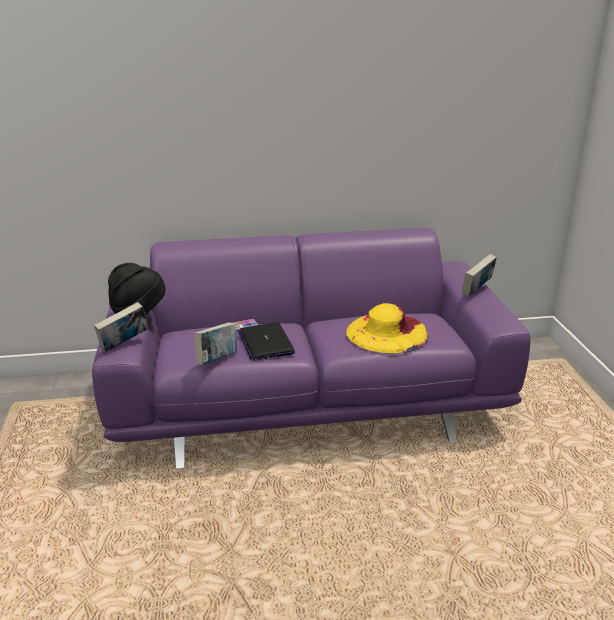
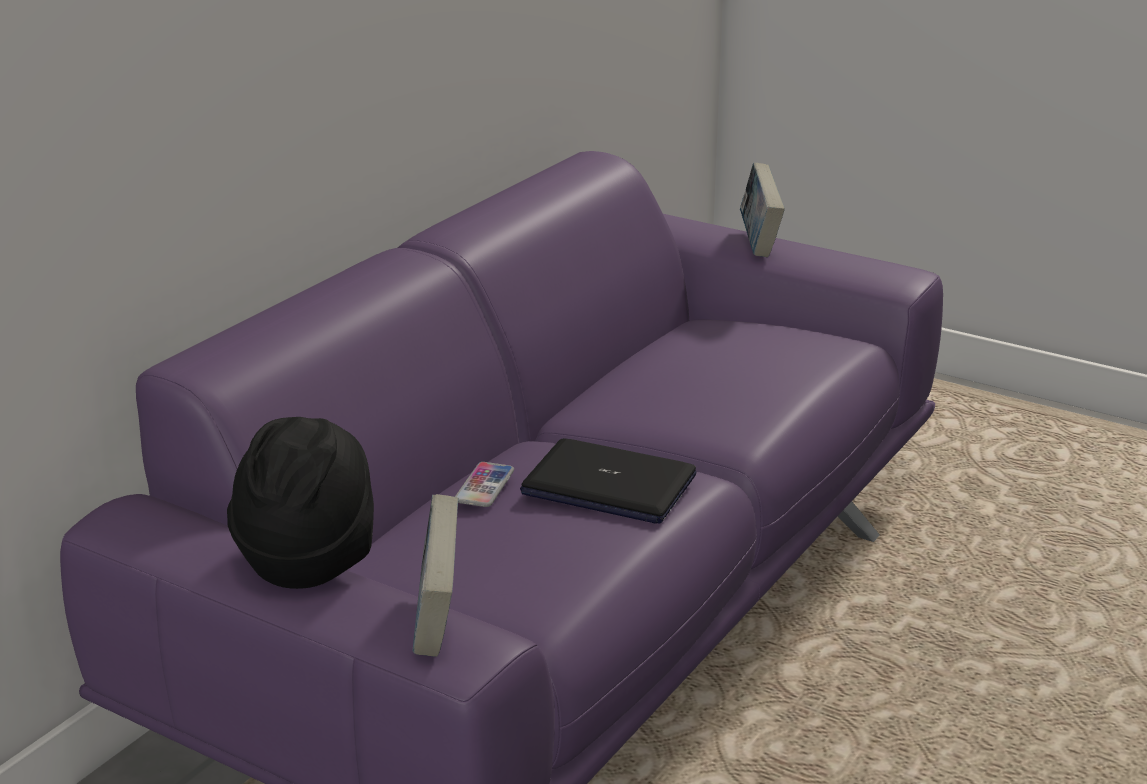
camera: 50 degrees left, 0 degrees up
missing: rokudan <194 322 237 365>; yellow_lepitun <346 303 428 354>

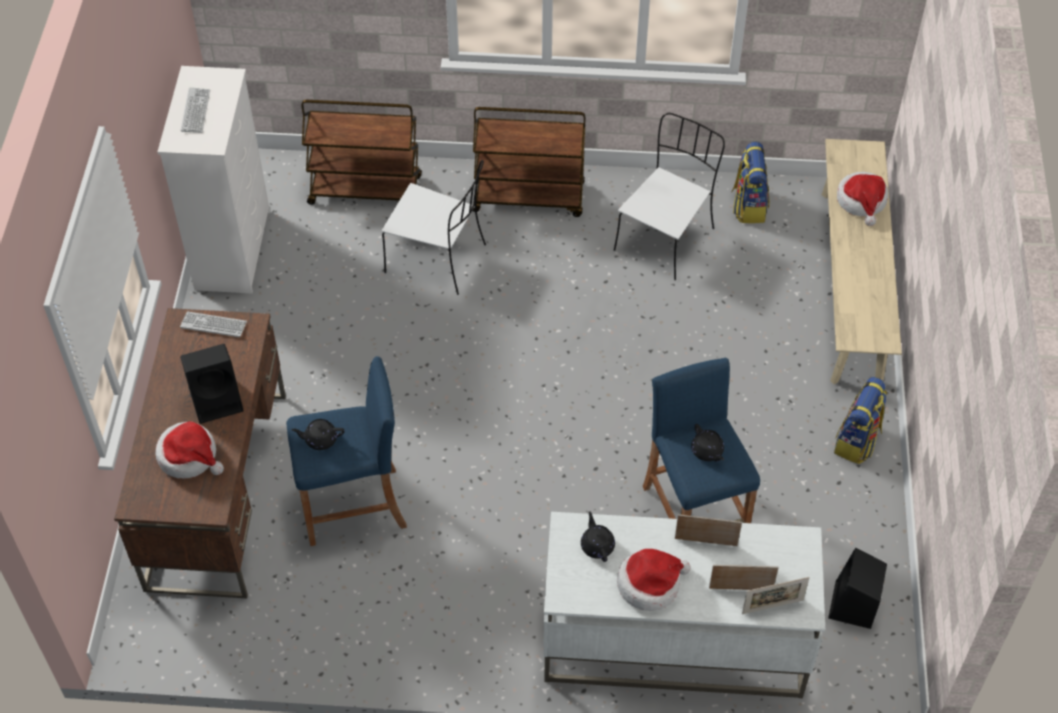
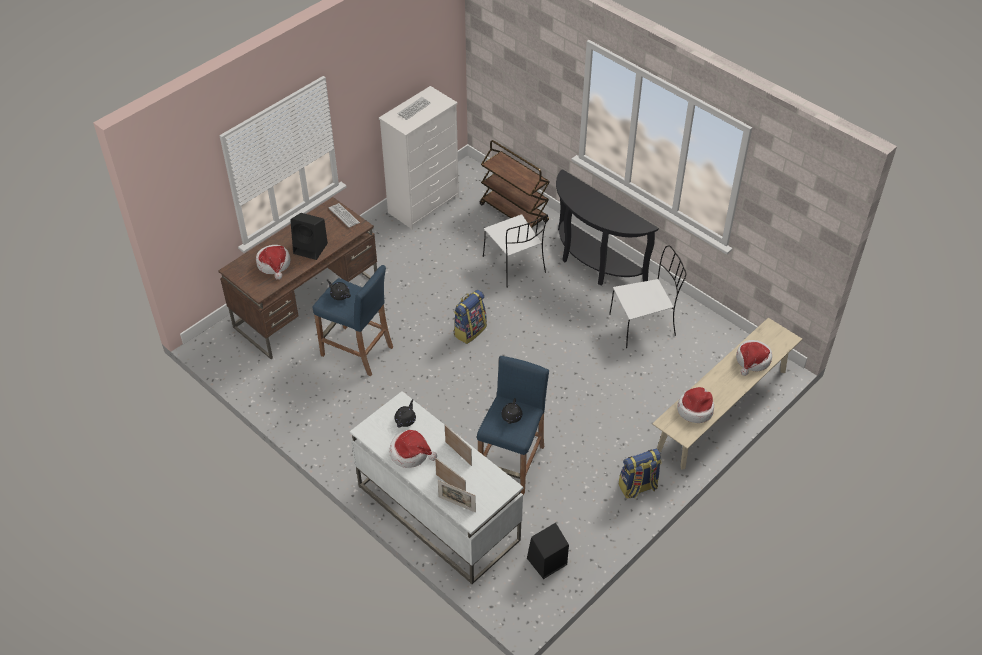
camera: 40 degrees right, 5 degrees down
appeared: lepitun <677 387 714 423>
relocated: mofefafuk <731 142 770 223> to <454 290 487 344>
exchanged: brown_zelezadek <473 107 586 217> to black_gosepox <556 169 659 285>

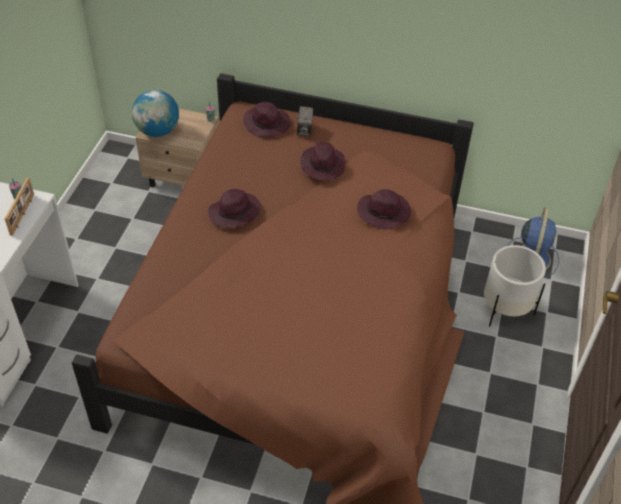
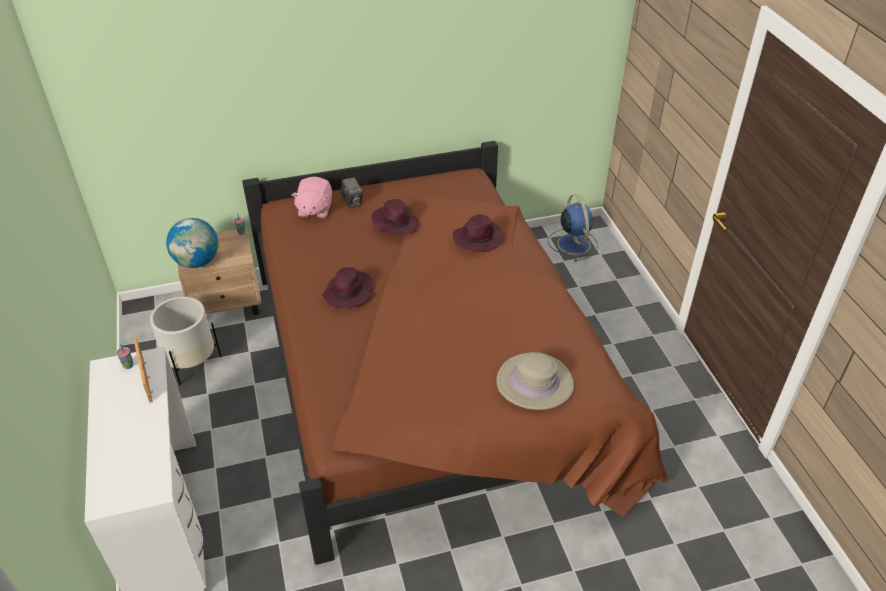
camera: 30 degrees left, 5 degrees down
appeared: beige_lepitun <496 352 574 410>
relocated: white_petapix <484 245 546 326> to <150 297 221 385>
exchanged: purple_lepitun <243 102 291 137> to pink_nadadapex <291 177 332 218>

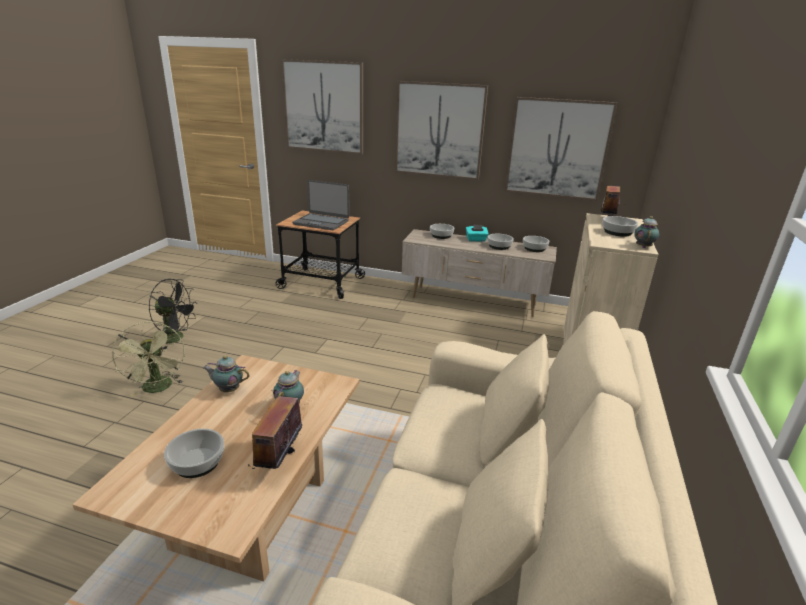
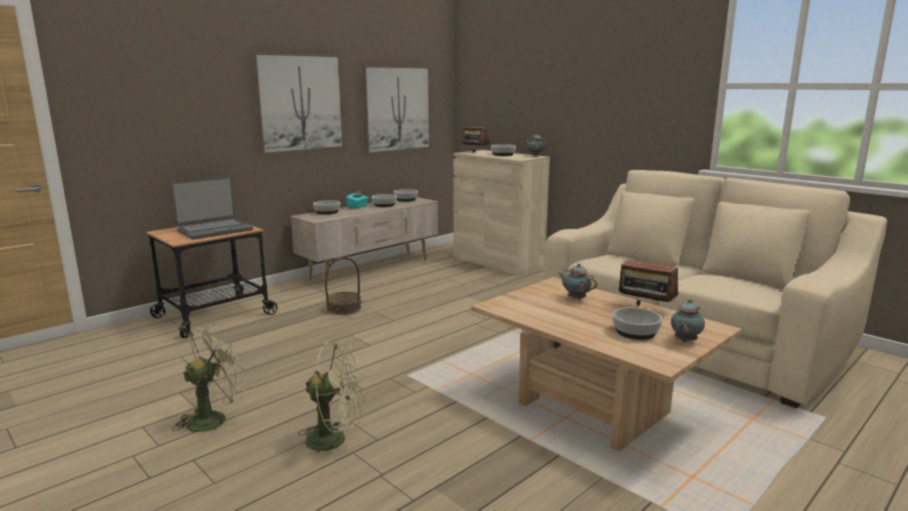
camera: 60 degrees left, 10 degrees down
missing: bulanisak <281 59 363 155>
appeared: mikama <325 257 361 315>
relocated: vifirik <203 356 250 392> to <671 299 705 342>
colour: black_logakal <149 279 198 349> to green_logakal <172 324 247 432>

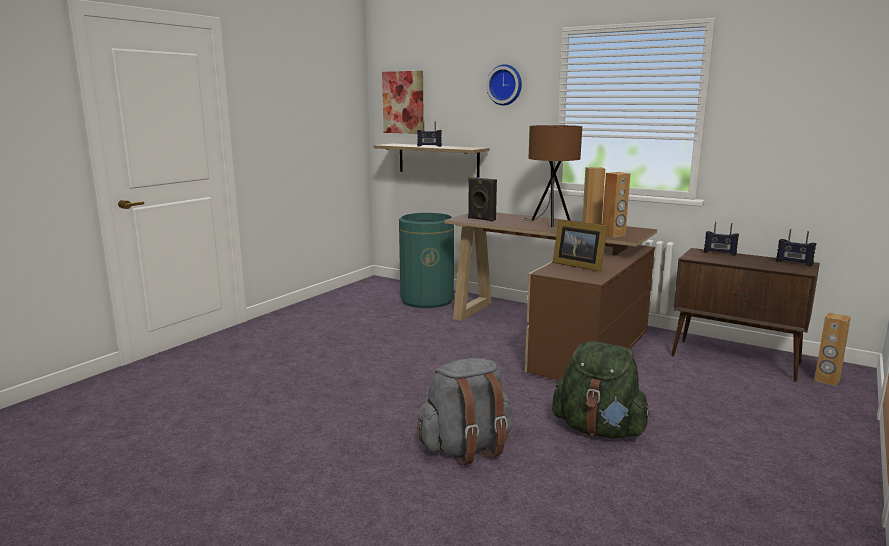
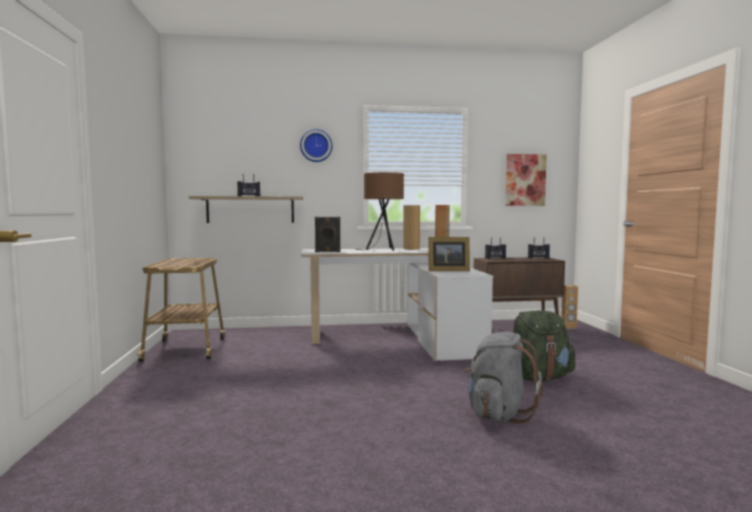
camera: 40 degrees left, 10 degrees down
missing: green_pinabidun <399 213 454 308>
appeared: zelezadek <137 258 225 362>
relocated: bulanisak <382 71 424 134> to <505 154 547 206>
colour: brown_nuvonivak <445 213 657 380> to white_nuvonivak <301 248 493 361>

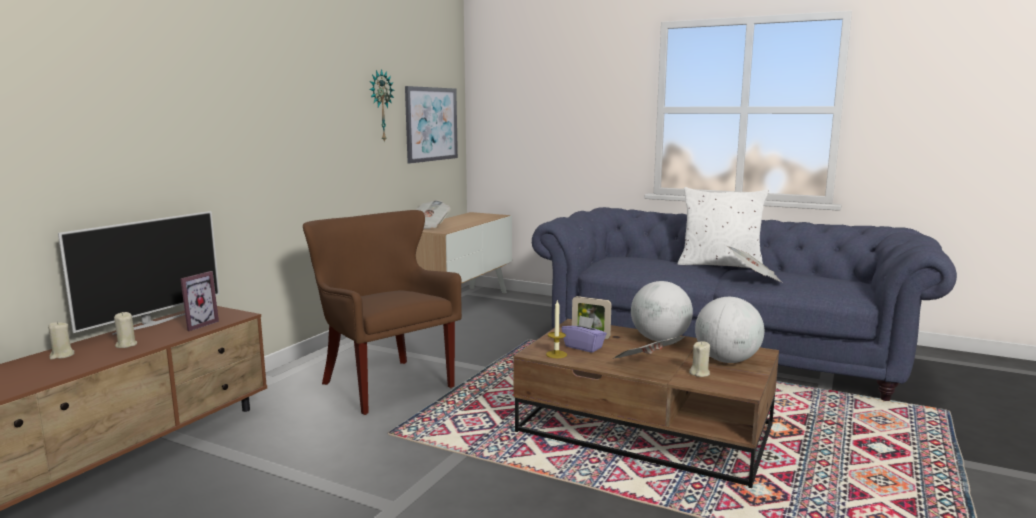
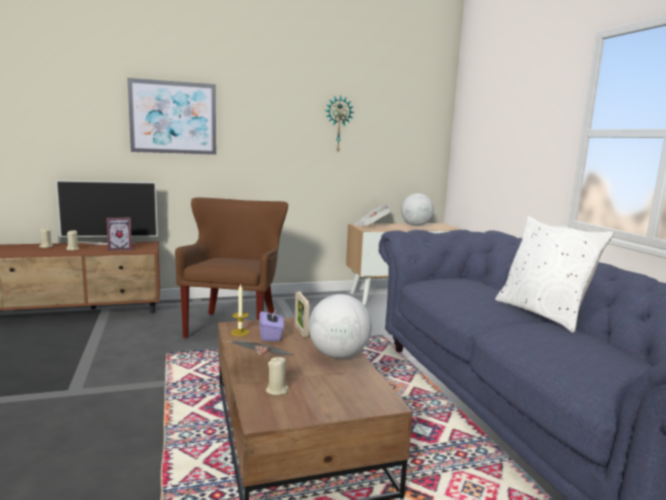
camera: 45 degrees right, 0 degrees up
missing: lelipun <727 246 782 282>
relocated: bulanisak <405 86 458 164> to <128 78 216 155>; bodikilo <695 297 764 363> to <401 194 434 226>

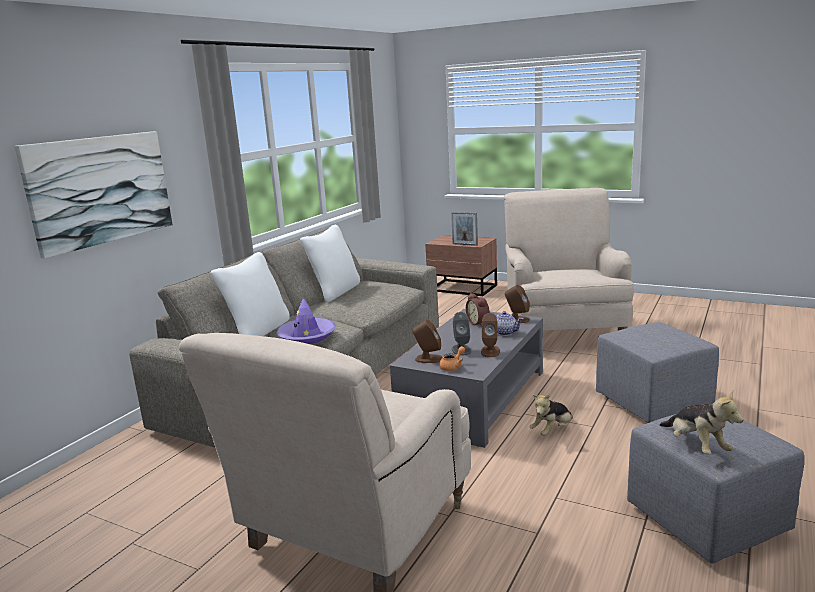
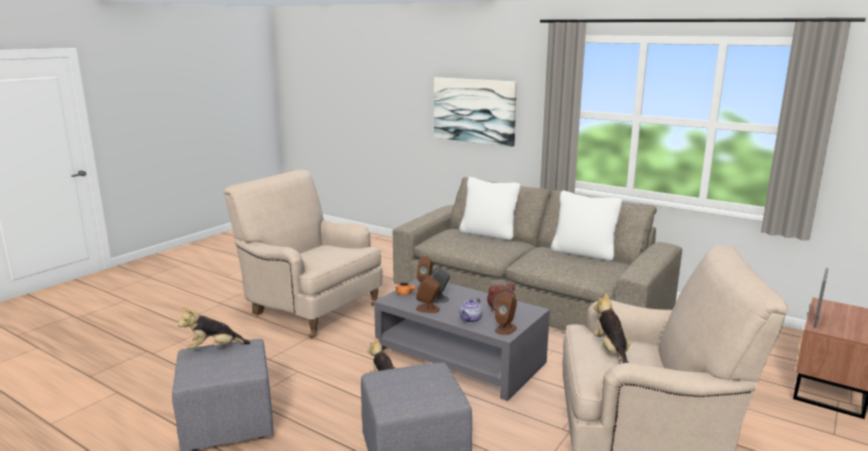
camera: 95 degrees right, 0 degrees up
missing: purple_lepitun <276 298 336 344>
appeared: nadadapex <593 293 632 363>

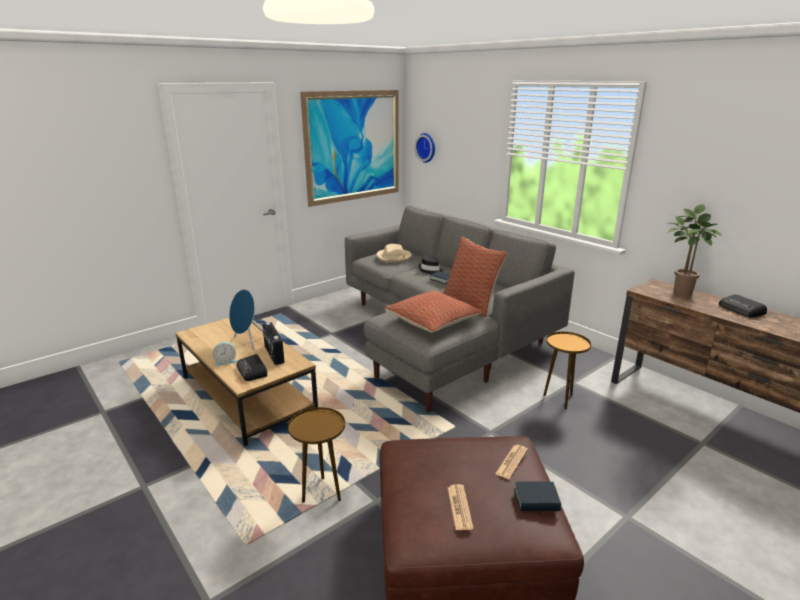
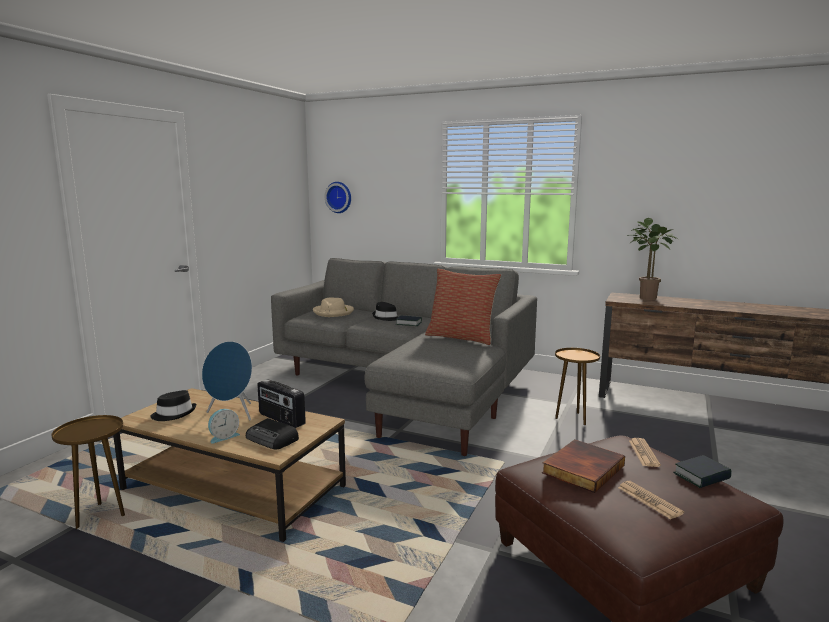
camera: 25 degrees left, 10 degrees down
missing: bulanisak <300 90 399 207>; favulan <384 291 483 332>; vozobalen <719 294 767 318>
appeared: black_lepitun <151 390 196 421>; rokudan <542 439 625 493>
relocated: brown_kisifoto <288 407 345 503> to <52 415 125 530>

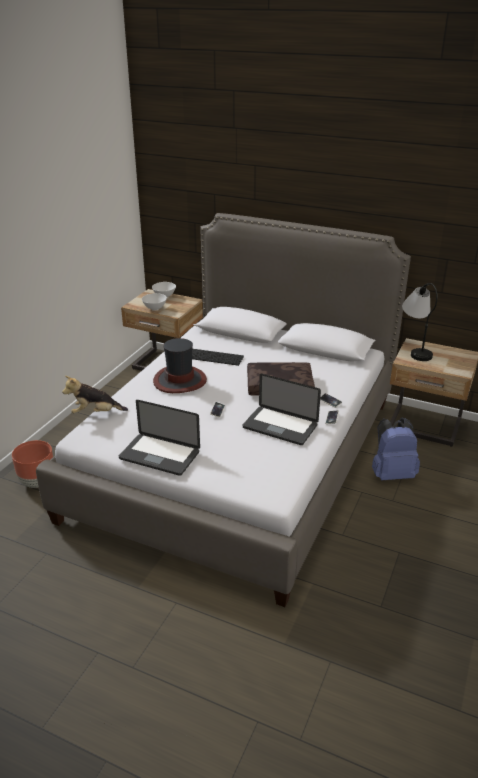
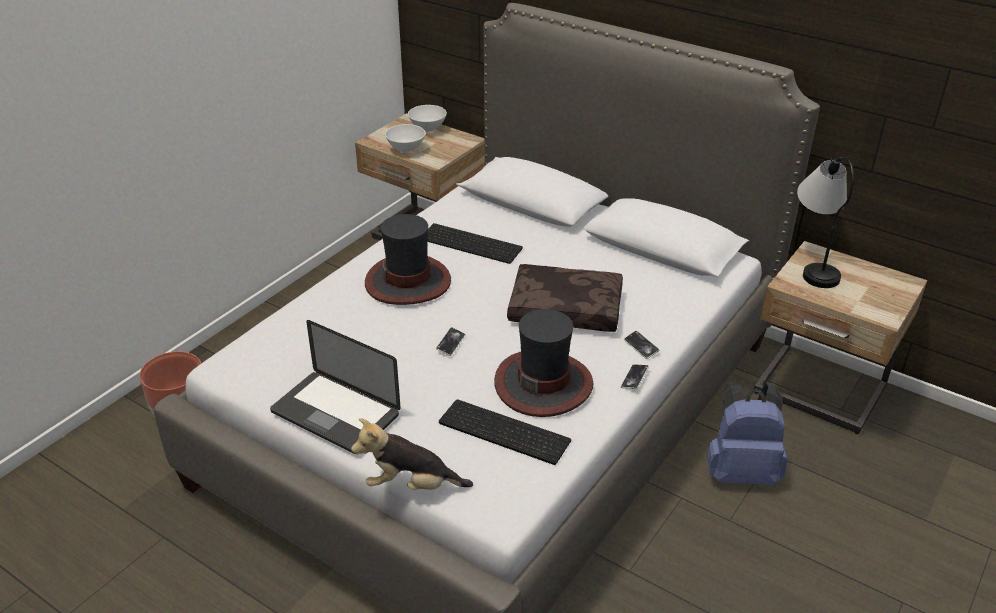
camera: 10 degrees right, 5 degrees up
appeared: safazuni <439 399 571 465>
relocated: nadadapex <62 376 128 413> to <351 418 473 490>
exchanged: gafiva <242 374 321 445> to lepitun <494 309 594 417>

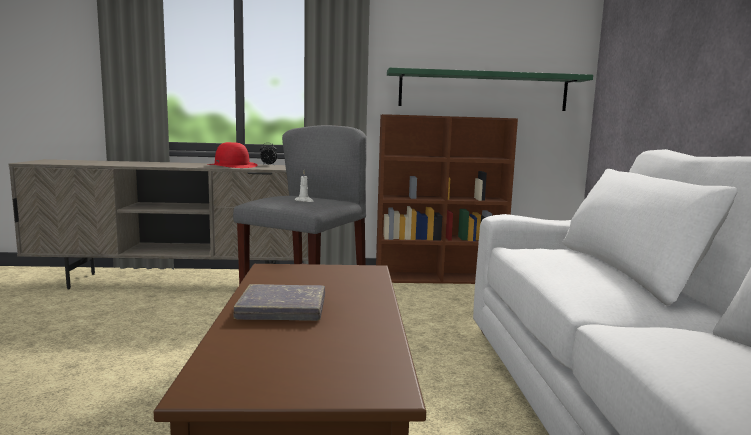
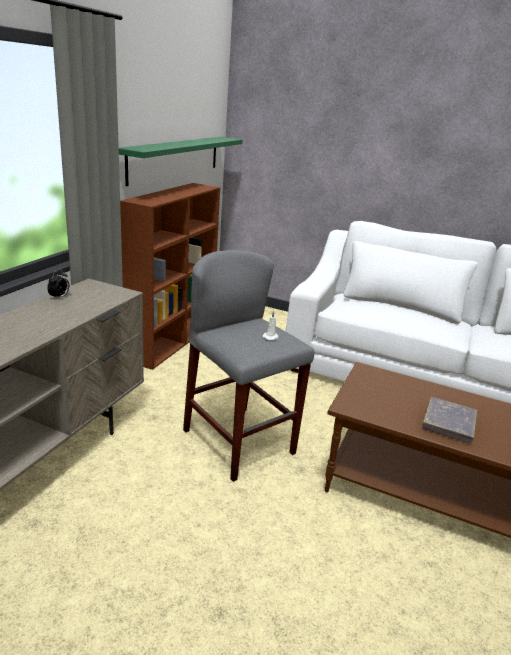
camera: 65 degrees left, 15 degrees up
missing: red_lepitun <208 142 257 168>

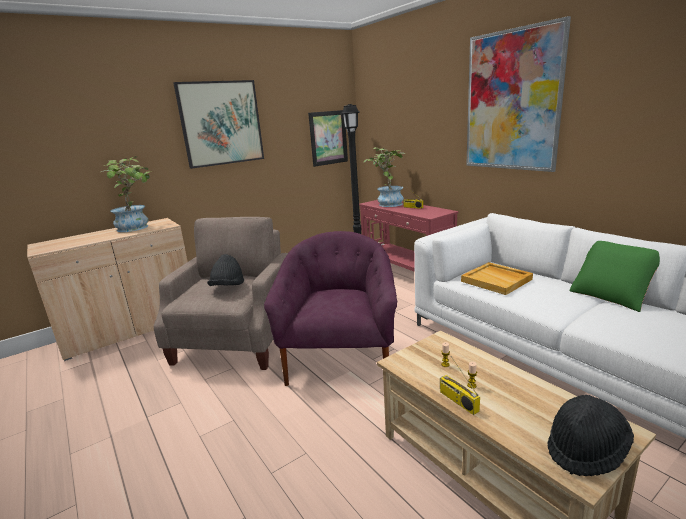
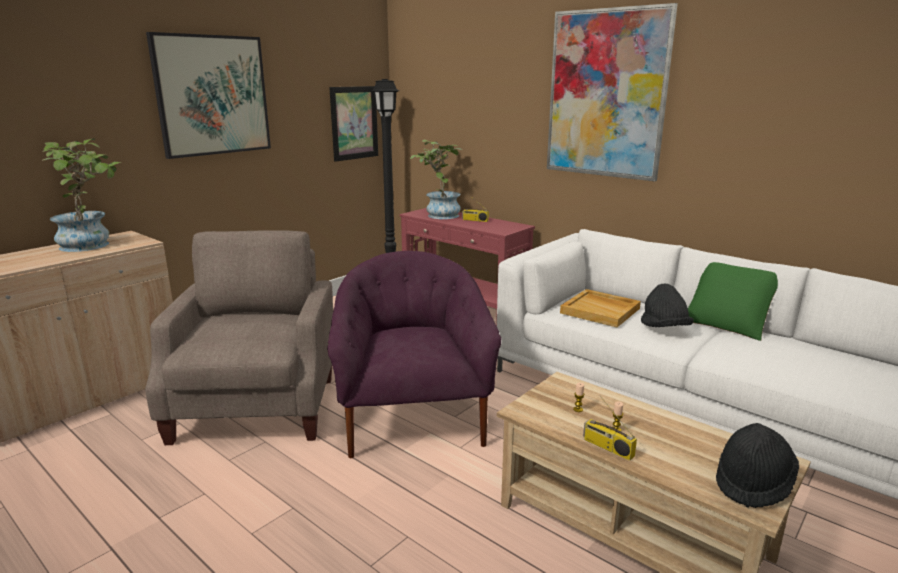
camera: 15 degrees left, 0 degrees up
relocated: black_lepitun <207 254 244 286> to <641 284 694 327>

